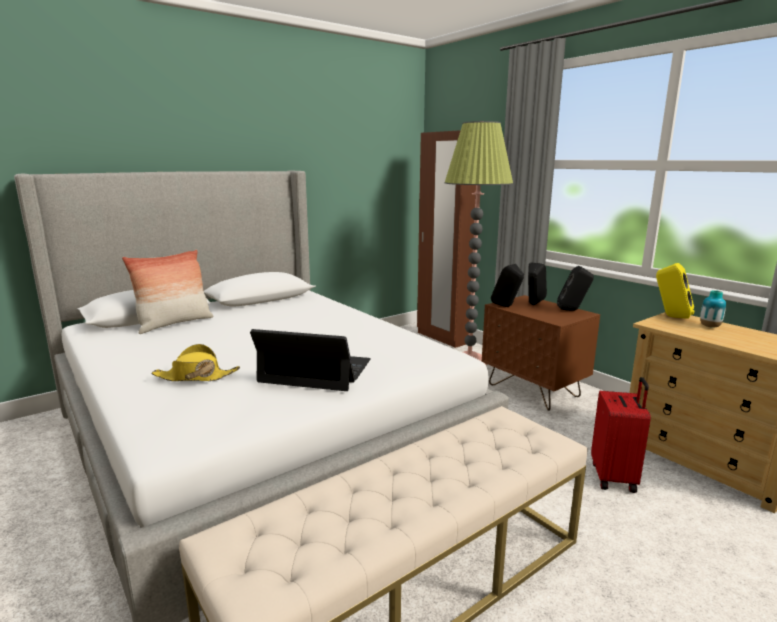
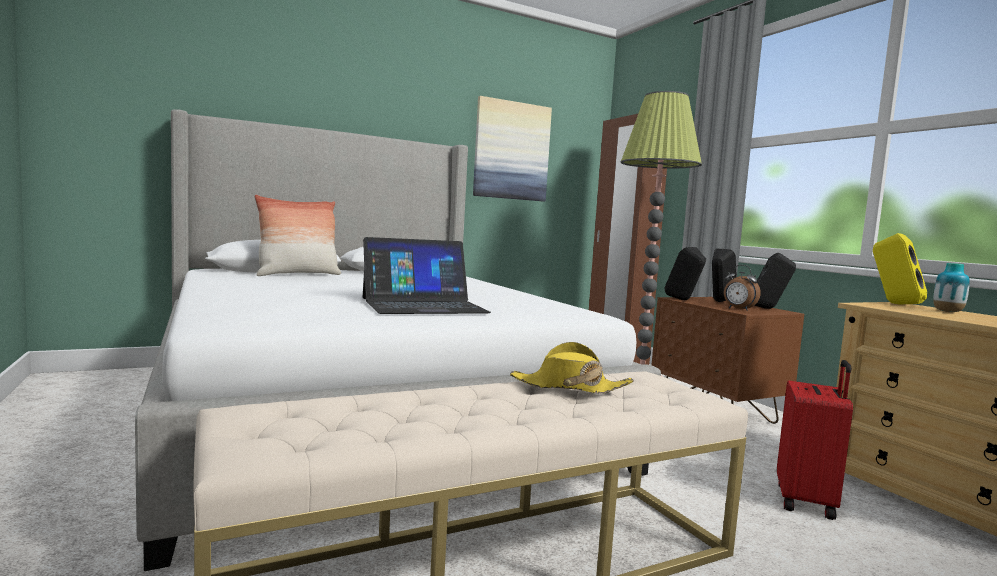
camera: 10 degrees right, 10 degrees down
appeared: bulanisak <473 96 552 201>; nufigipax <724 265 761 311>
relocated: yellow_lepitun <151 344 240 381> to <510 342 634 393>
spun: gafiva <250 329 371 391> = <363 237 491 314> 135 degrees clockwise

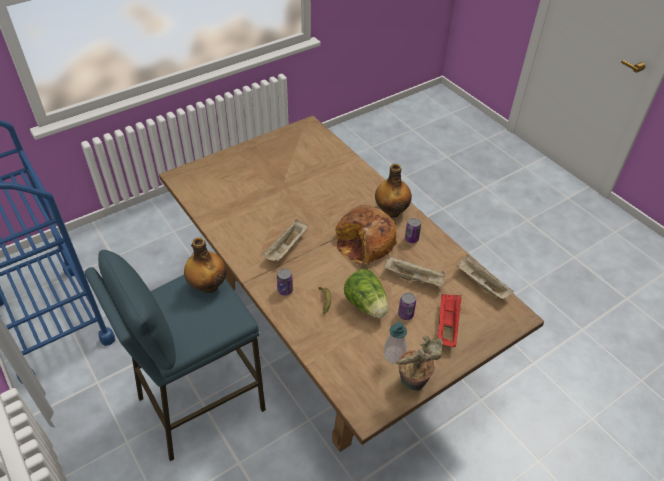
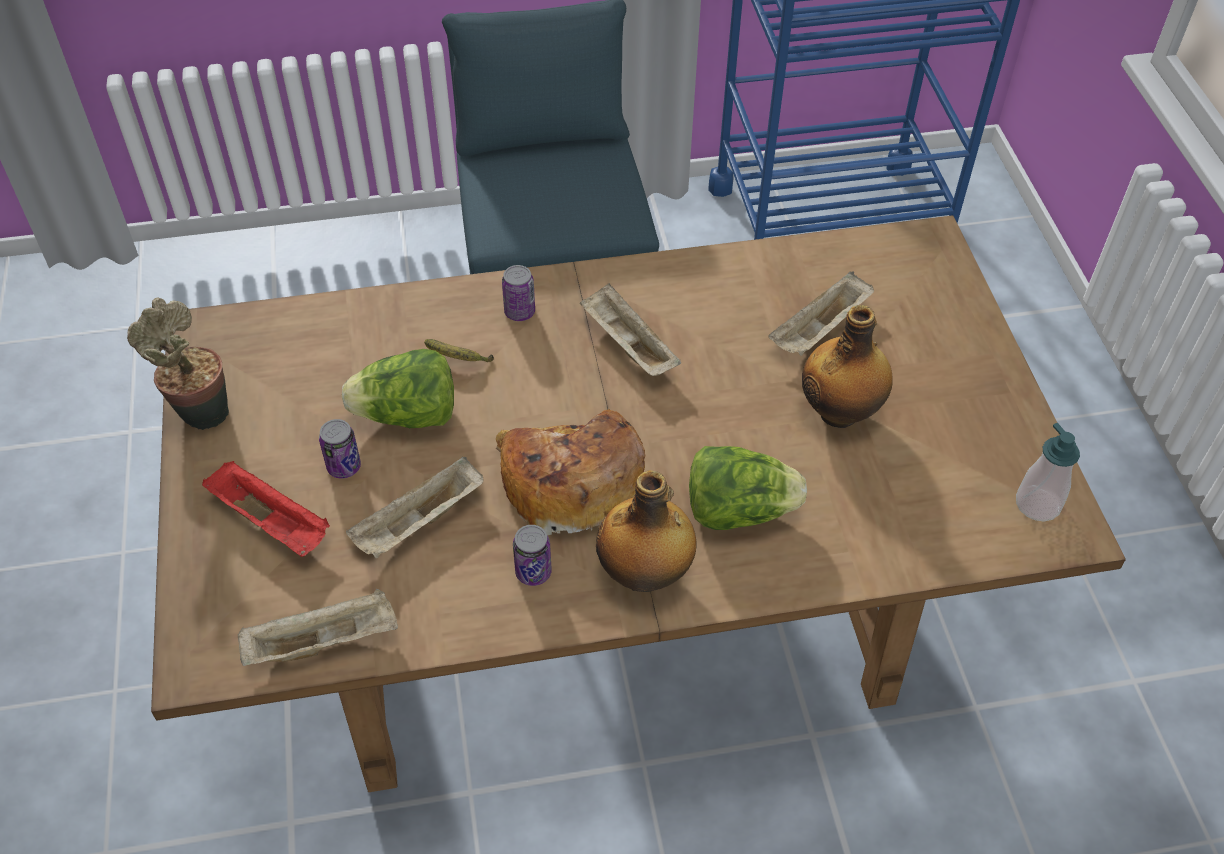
camera: 115 degrees right, 5 degrees up
appeared: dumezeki <689 446 807 530>; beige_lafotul <768 271 874 356>
relocated: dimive <184 237 226 293> to <802 305 893 428>; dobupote <384 322 407 364> to <1016 423 1080 522>

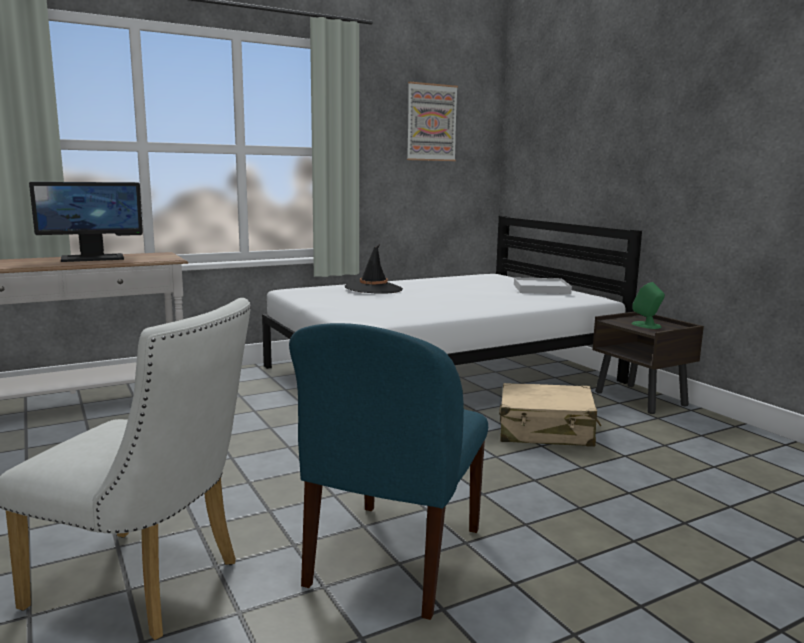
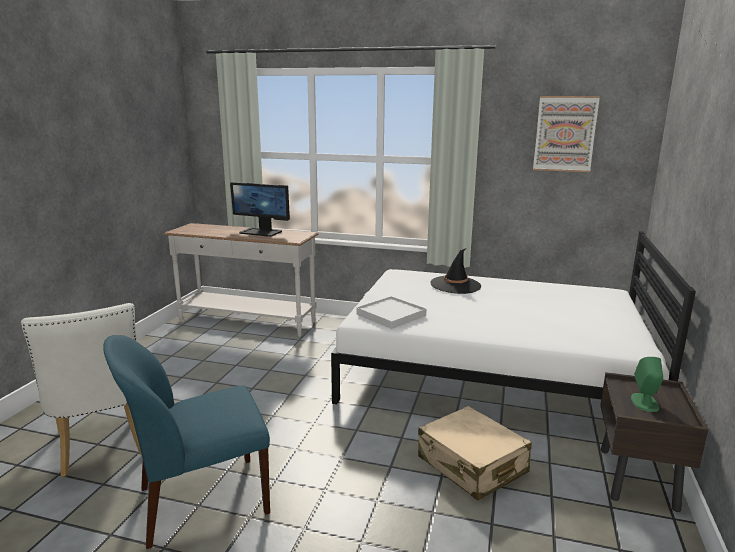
camera: 45 degrees right, 5 degrees up
relocated: white_lafotul <514 277 572 294> to <356 296 427 329>

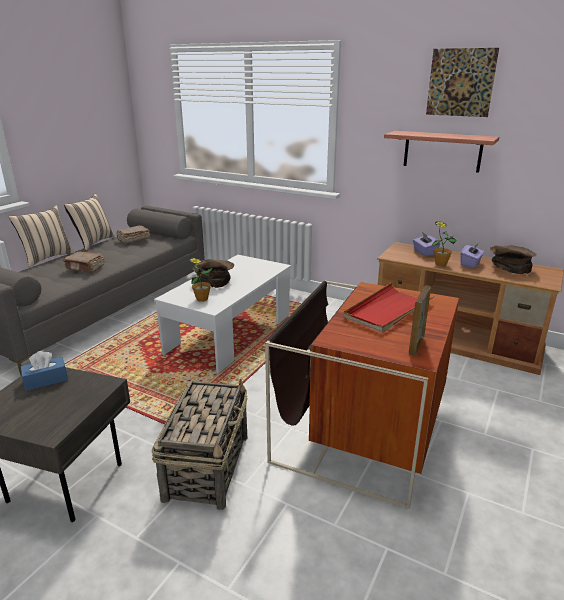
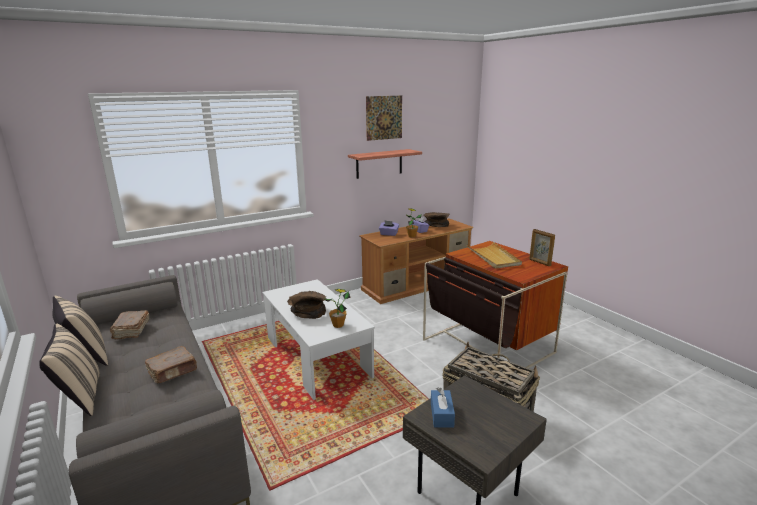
camera: 60 degrees left, 5 degrees down
colour: red_lafotul <343 283 434 333> to beige_lafotul <467 242 522 269>

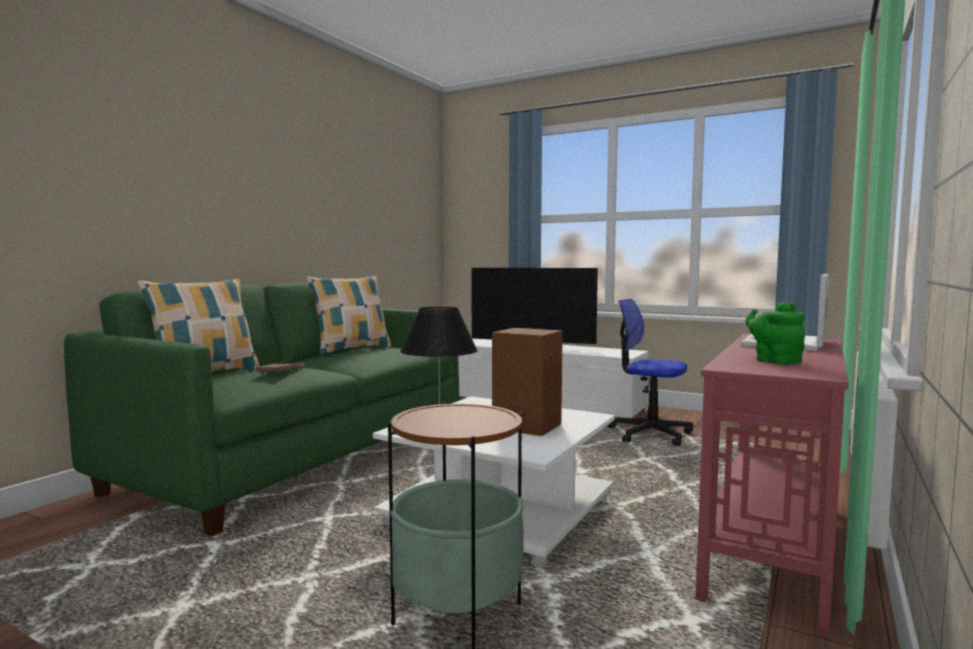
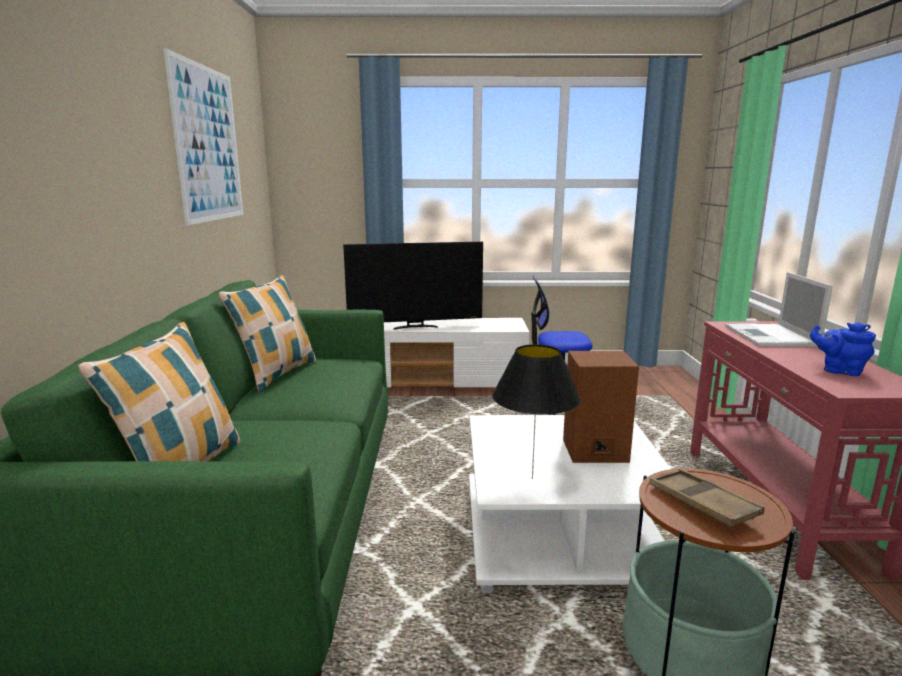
camera: 30 degrees left, 10 degrees up
appeared: bulanisak <163 48 243 225>
relocated: brown_lafotul <256 362 305 374> to <650 469 765 527>
colour: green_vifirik <745 301 805 364> to blue_vifirik <810 322 876 376>

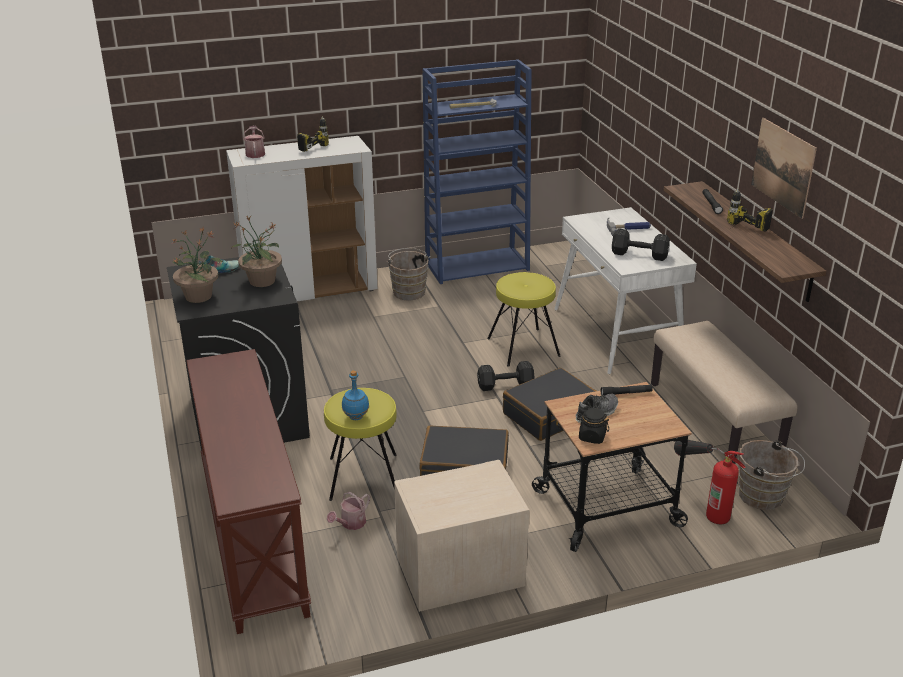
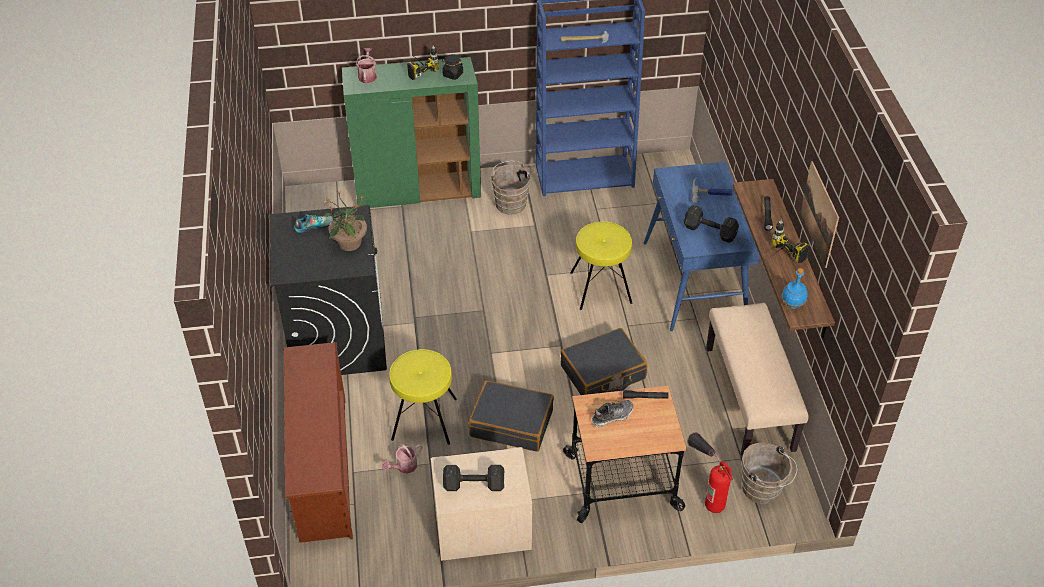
camera: 10 degrees right, 15 degrees up
missing: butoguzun <173 228 224 303>
relocated: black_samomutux <577 408 609 444> to <442 54 463 80>; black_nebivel <477 361 535 391> to <443 465 504 491>; blue_dimive <342 370 369 420> to <782 268 808 309>
exchanged: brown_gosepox <186 349 311 634> to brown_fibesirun <284 342 353 543>
colour: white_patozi <226 136 377 301> to green_patozi <342 57 481 208>; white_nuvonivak <554 207 697 374> to blue_nuvonivak <644 162 760 331>

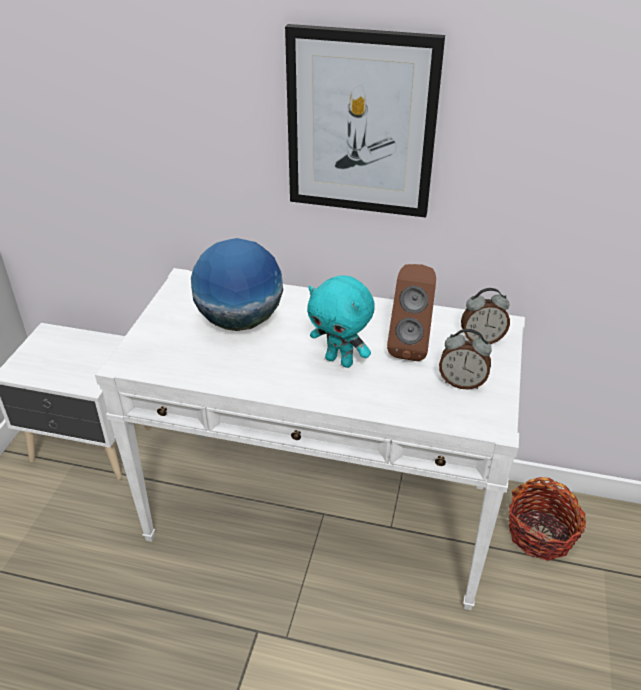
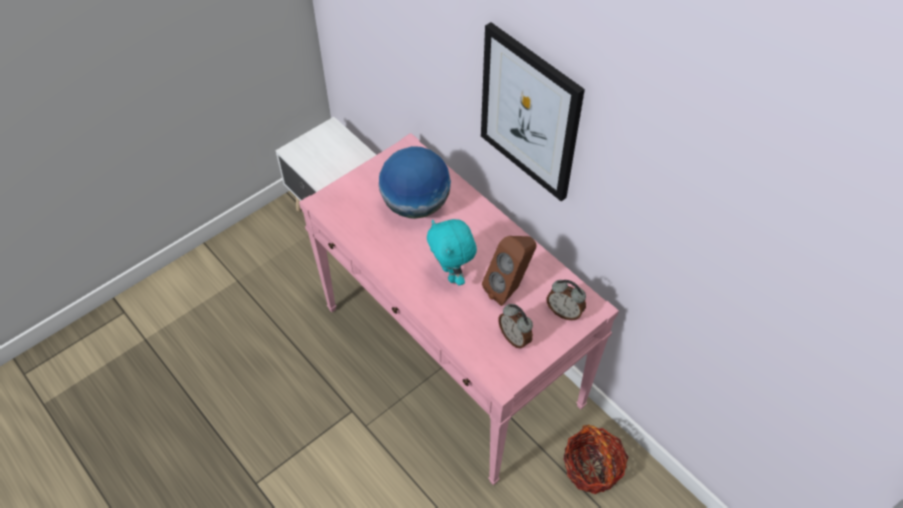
camera: 35 degrees right, 15 degrees up
colour: white_gosepox <95 268 525 610> to pink_gosepox <299 133 619 485>

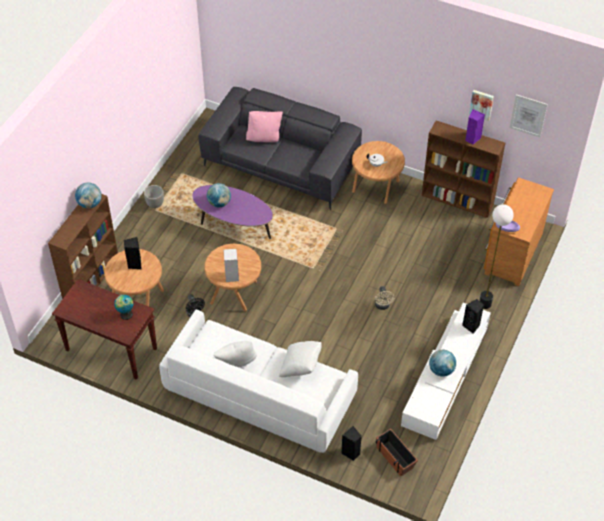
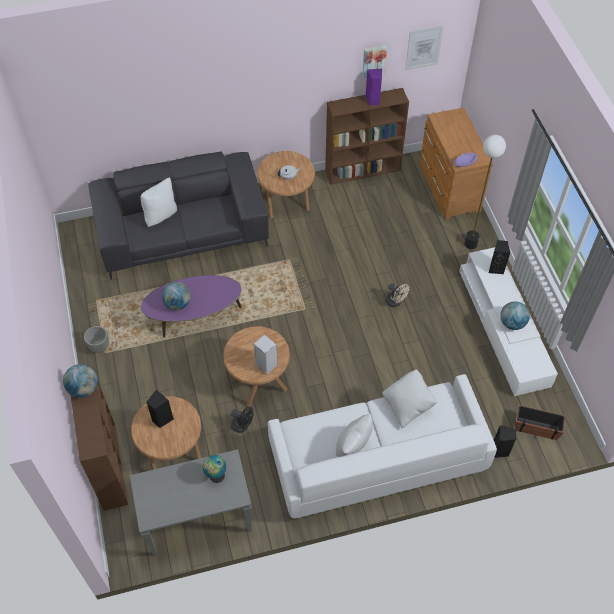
camera: 40 degrees left, 5 degrees up
colour: brown_gosepox <52 279 157 380> to grey_gosepox <130 449 252 556>; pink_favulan <246 111 283 142> to white_favulan <141 178 177 227>

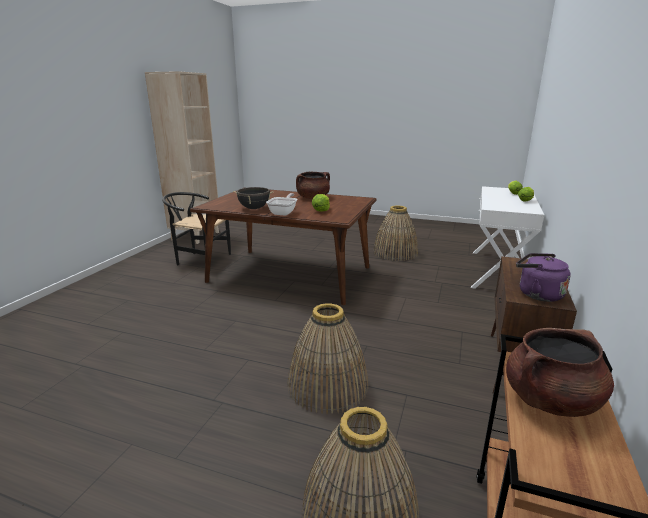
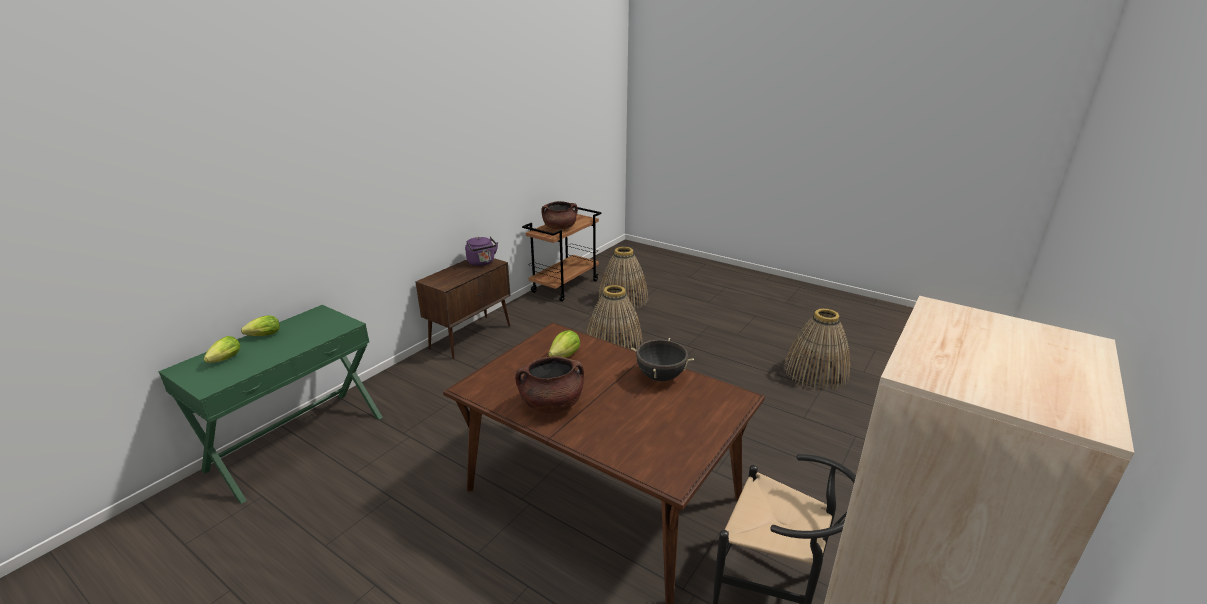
camera: 165 degrees left, 5 degrees up
missing: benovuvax <266 193 297 215>
relocated: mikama <374 205 418 261> to <784 309 850 390>
colour: white_gosepox <471 186 544 289> to green_gosepox <158 305 383 504>

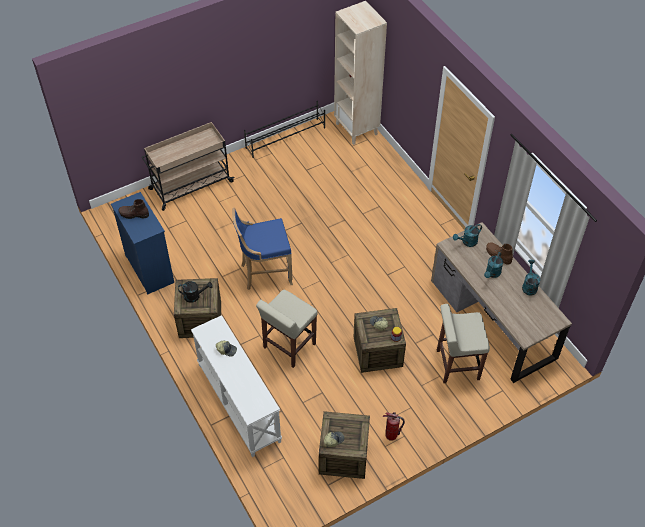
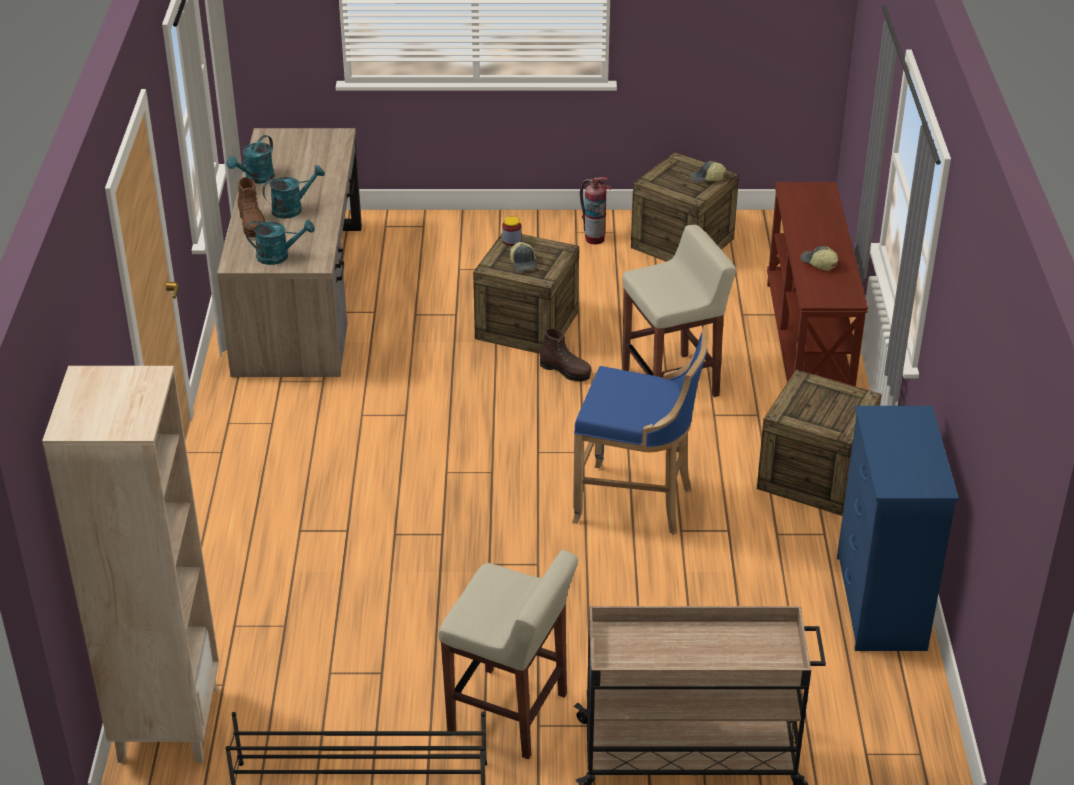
camera: 150 degrees left, 15 degrees down
missing: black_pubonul <178 281 213 303>
relocated: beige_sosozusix <437 304 490 383> to <439 550 578 759>; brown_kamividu <119 199 149 219> to <540 329 592 381>
colour: white_gosepox <191 315 282 457> to brown_gosepox <767 182 868 386>

